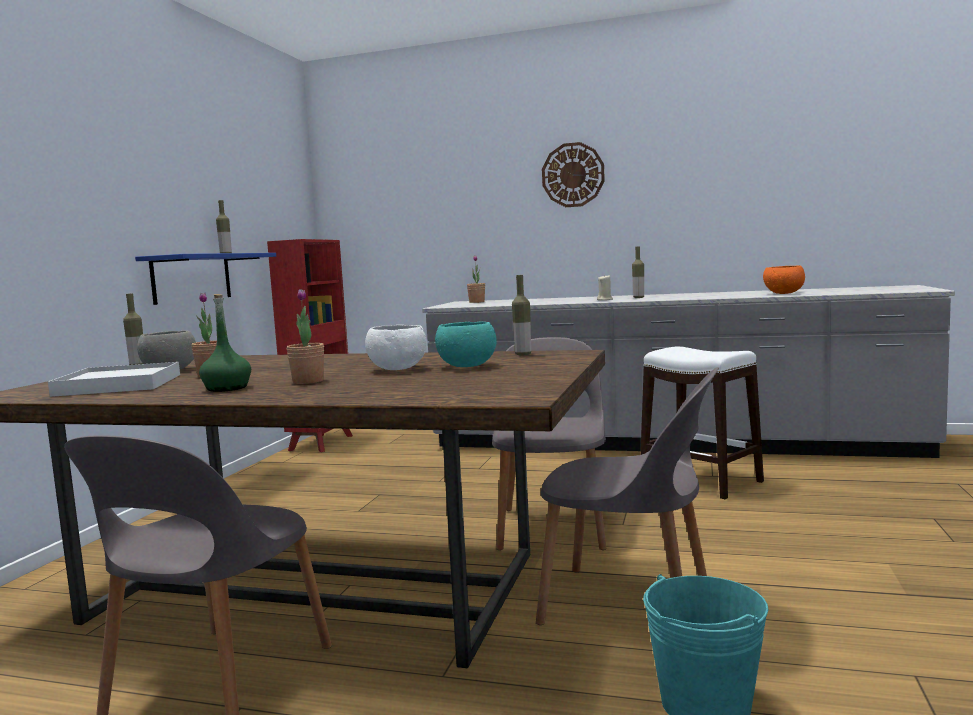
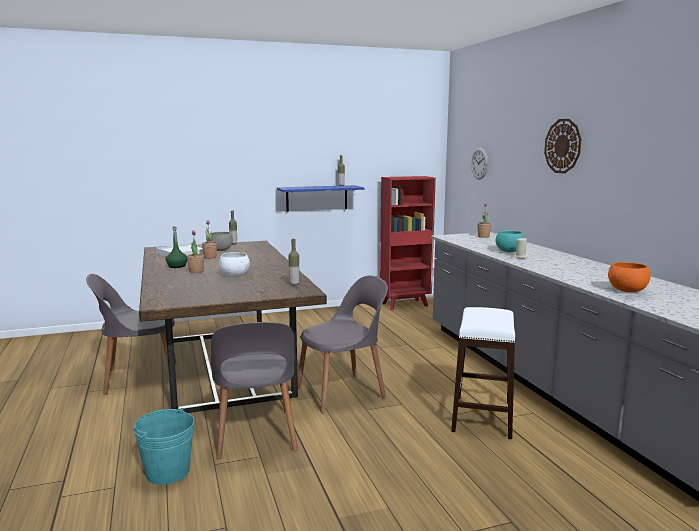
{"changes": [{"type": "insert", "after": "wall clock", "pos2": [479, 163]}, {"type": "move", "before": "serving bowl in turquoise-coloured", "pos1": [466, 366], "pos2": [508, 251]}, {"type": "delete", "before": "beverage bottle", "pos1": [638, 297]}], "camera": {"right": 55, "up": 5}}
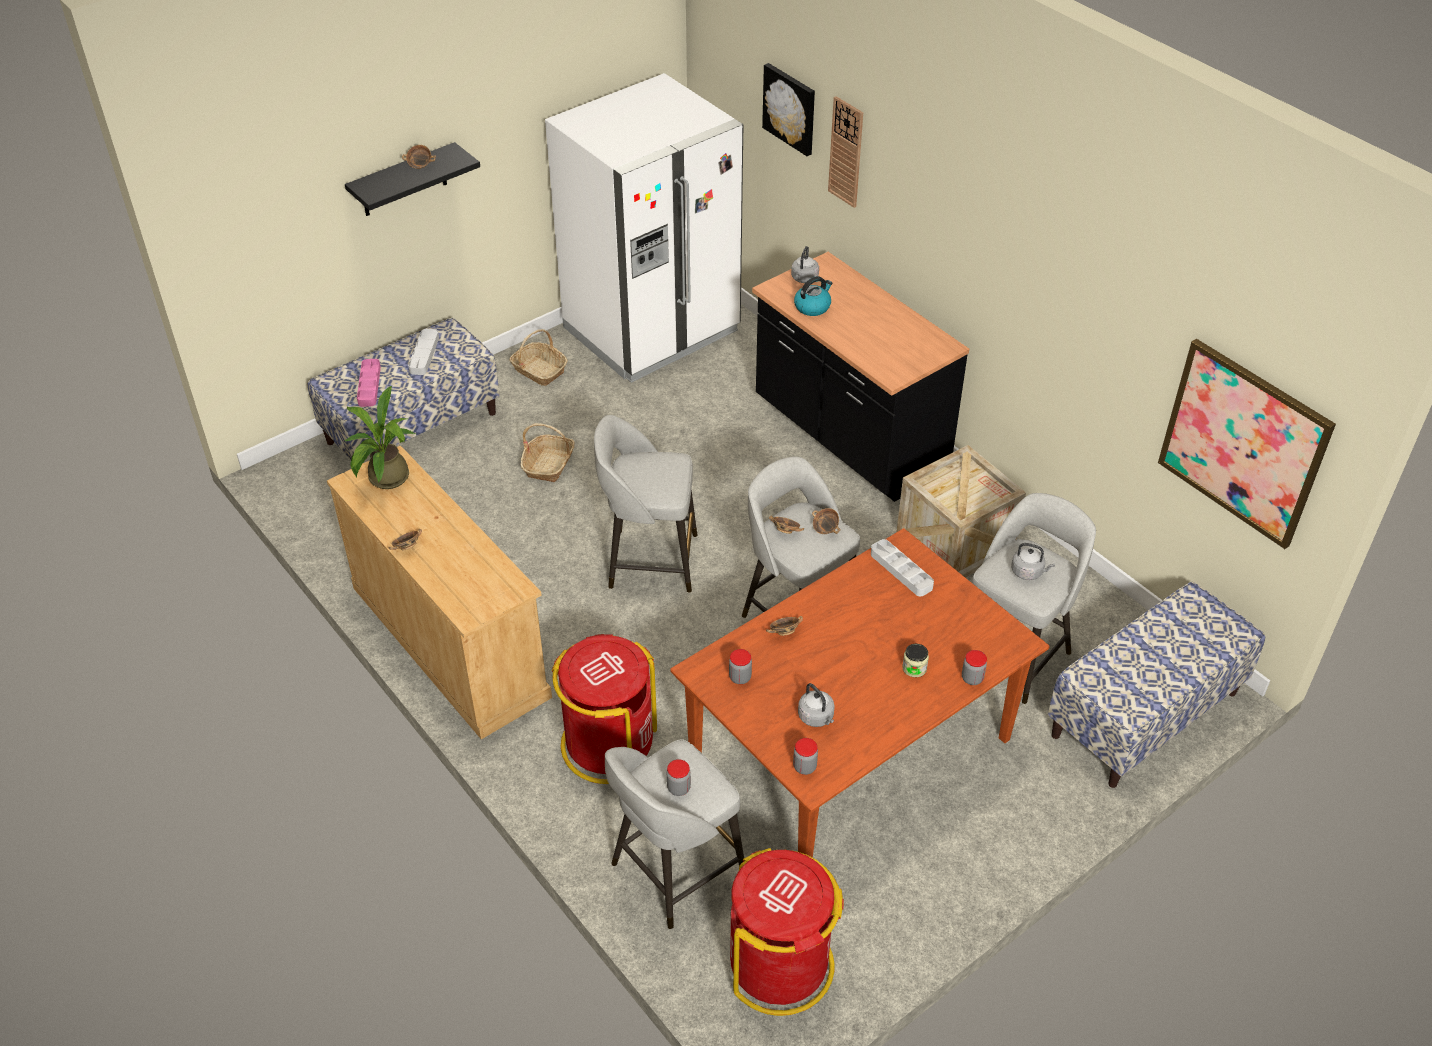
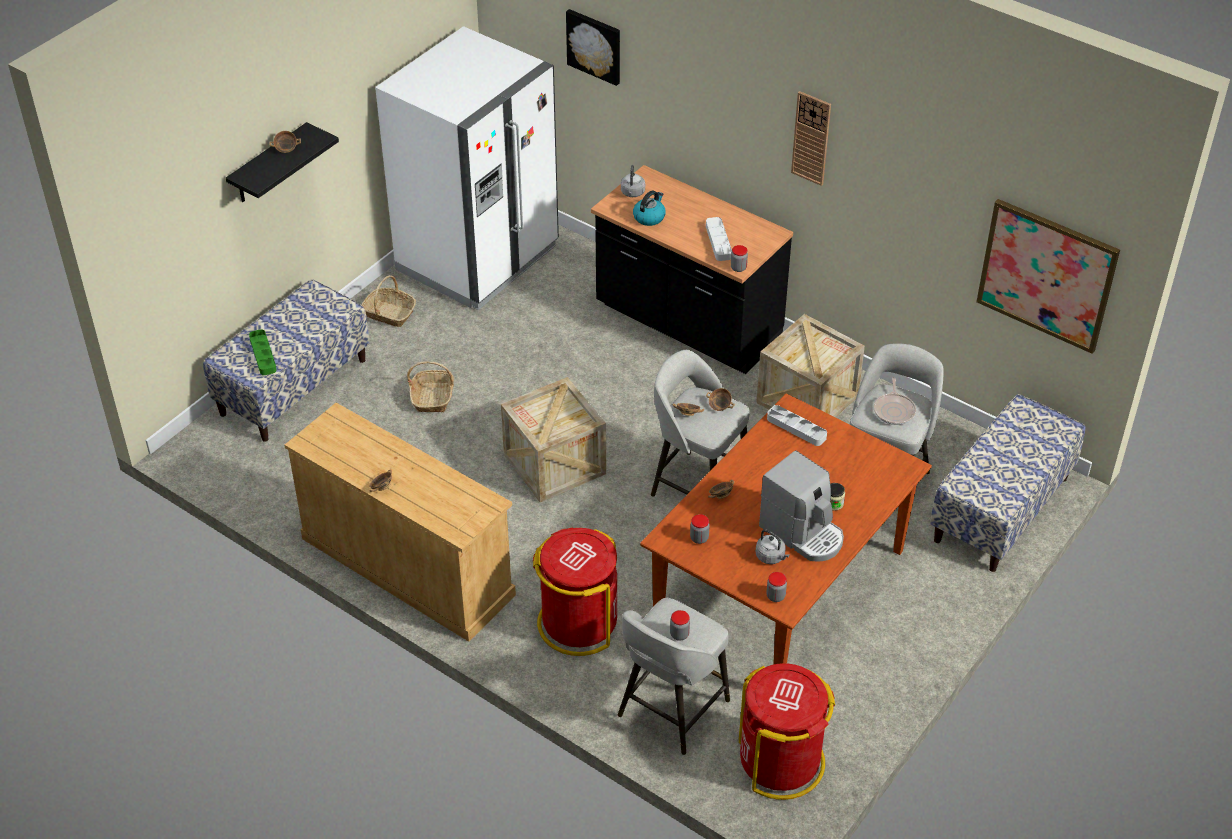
{"changes": [{"type": "recolor", "before": "serving tray in pink-coloured", "after": "serving tray in greenish", "pos1": [369, 385], "pos2": [263, 355]}, {"type": "replace", "before": "stool seat in grey", "after": "packing crate", "pos1": [649, 560], "pos2": [554, 464]}, {"type": "move", "before": "serving tray in grey", "pos1": [424, 354], "pos2": [718, 241]}, {"type": "move", "before": "preserve jar", "pos1": [972, 678], "pos2": [738, 268]}, {"type": "insert", "after": "coffee brewer", "pos2": [803, 533]}, {"type": "move", "before": "wall clock", "pos1": [846, 152], "pos2": [811, 138]}, {"type": "replace", "before": "tea kettle in grey", "after": "skillet", "pos1": [1028, 572], "pos2": [894, 410]}, {"type": "delete", "before": "potted plant", "pos1": [385, 480]}], "camera": {"right": -15, "up": 0}}
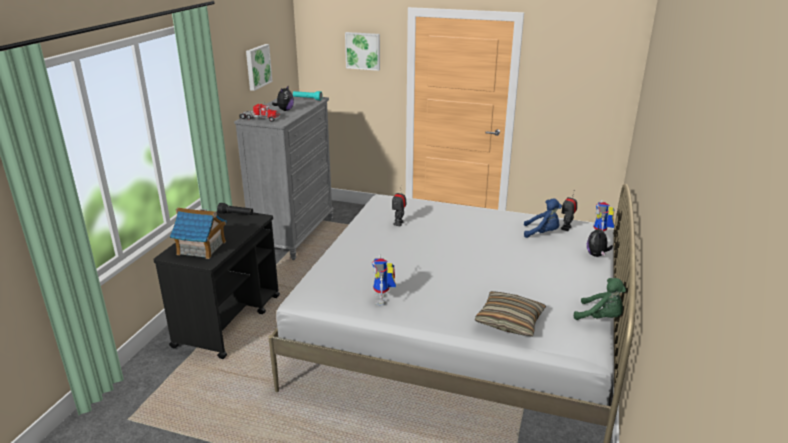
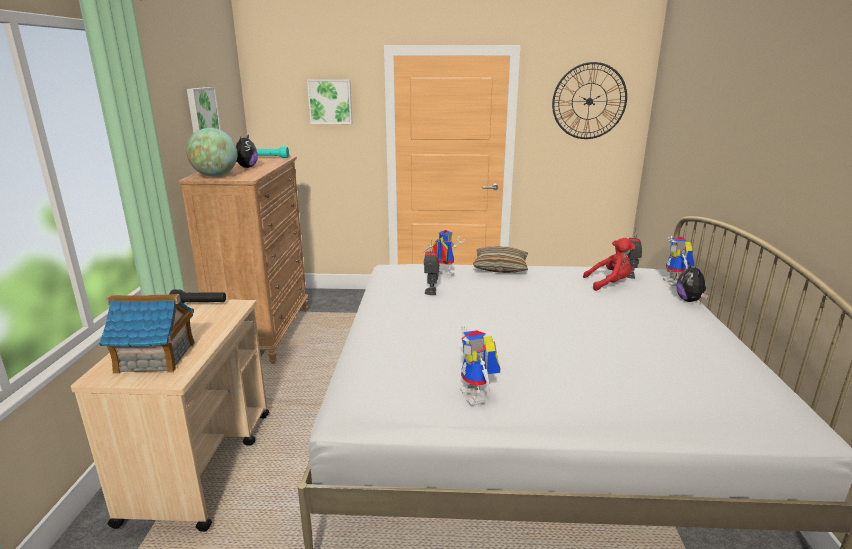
{"changes": [{"type": "recolor", "before": "trolley in black-coloured", "after": "trolley in beige", "pos1": [229, 320], "pos2": [201, 463]}, {"type": "recolor", "before": "chest of drawers in grey", "after": "chest of drawers in brownish", "pos1": [294, 235], "pos2": [264, 333]}, {"type": "replace", "before": "toy lorry", "after": "world globe", "pos1": [259, 119], "pos2": [215, 176]}, {"type": "insert", "after": "robot figure", "pos2": [441, 274]}, {"type": "move", "before": "cushion", "pos1": [509, 321], "pos2": [500, 268]}, {"type": "insert", "after": "wall clock", "pos2": [589, 101]}, {"type": "recolor", "before": "cuddly toy in blue", "after": "cuddly toy in red", "pos1": [542, 233], "pos2": [609, 284]}, {"type": "delete", "before": "cuddly toy in greenish", "pos1": [600, 318]}], "camera": {"right": -15, "up": -5}}
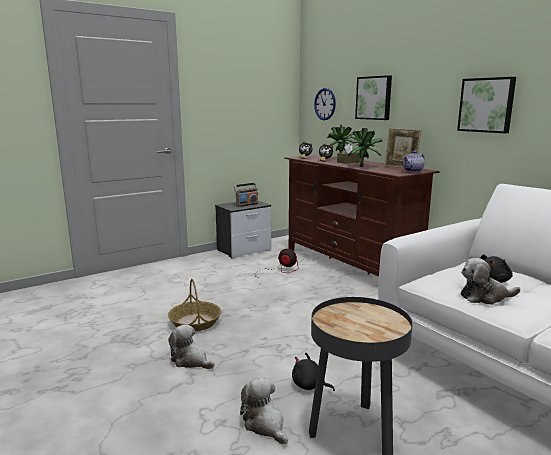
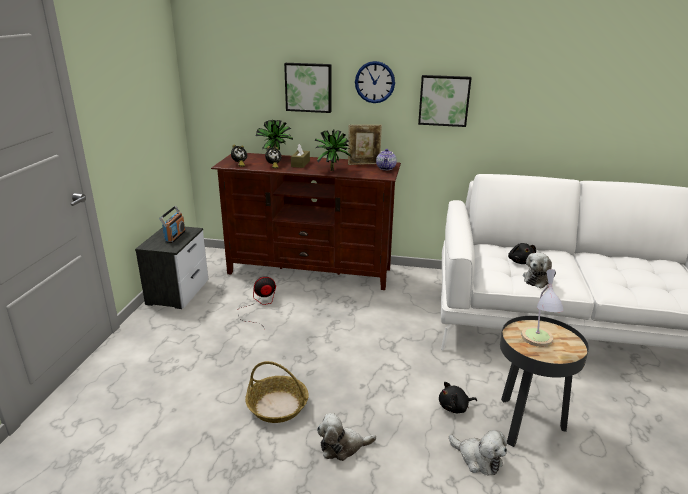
{"changes": [{"type": "move", "before": "wall clock", "pos1": [325, 104], "pos2": [375, 82]}, {"type": "rotate", "before": "cuddly toy", "pos1": [265, 424], "pos2": [478, 459], "turn": -150}, {"type": "insert", "after": "lamp for a table", "pos2": [538, 342]}], "camera": {"right": -45, "up": 10}}
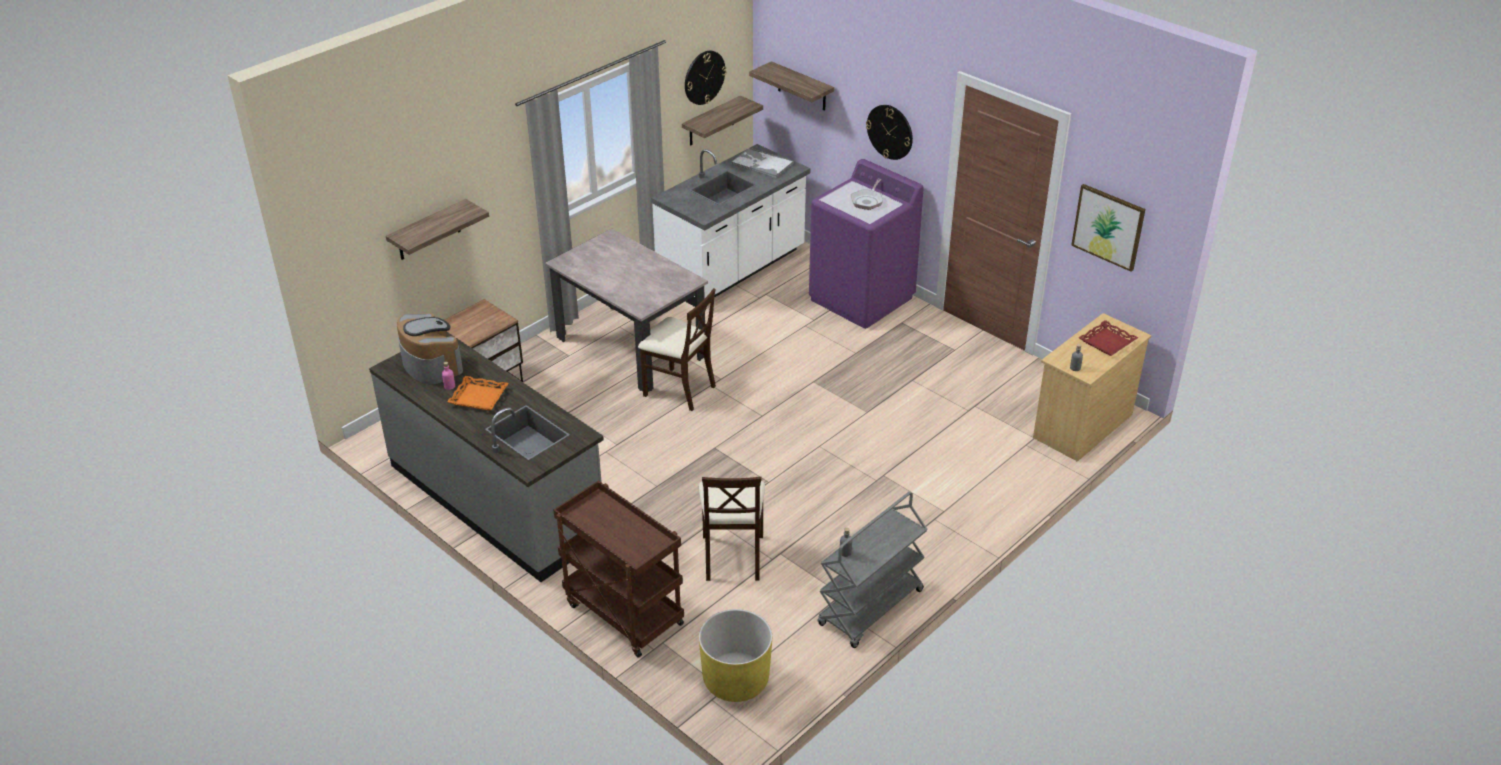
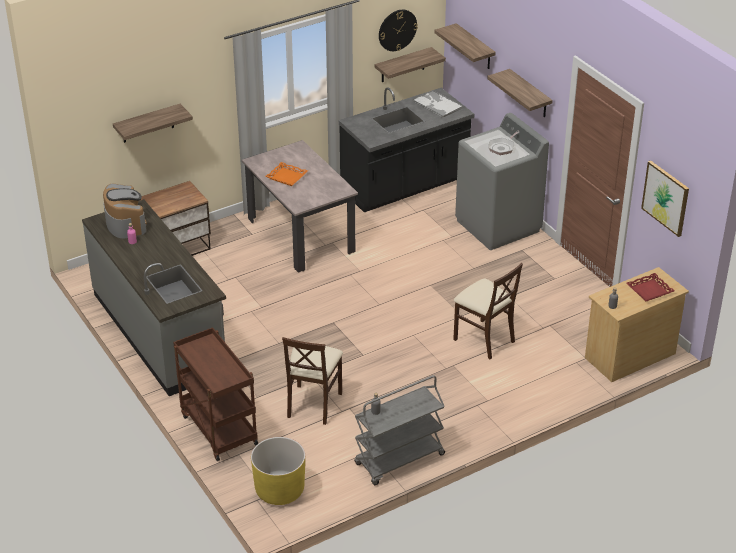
{"changes": [{"type": "move", "before": "serving tray in orange", "pos1": [478, 397], "pos2": [286, 177]}, {"type": "recolor", "before": "counter in white", "after": "counter in black-coloured", "pos1": [733, 270], "pos2": [405, 186]}, {"type": "move", "before": "plain chair in beige", "pos1": [679, 389], "pos2": [484, 339]}, {"type": "recolor", "before": "laundry appliance in purple", "after": "laundry appliance in grey", "pos1": [862, 299], "pos2": [498, 226]}, {"type": "replace", "before": "wall clock", "after": "wall shelf", "pos1": [890, 131], "pos2": [530, 94]}], "camera": {"right": 15, "up": 0}}
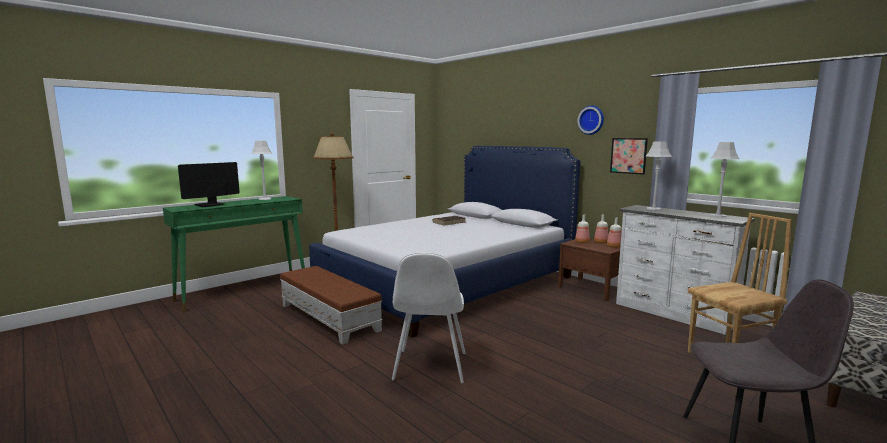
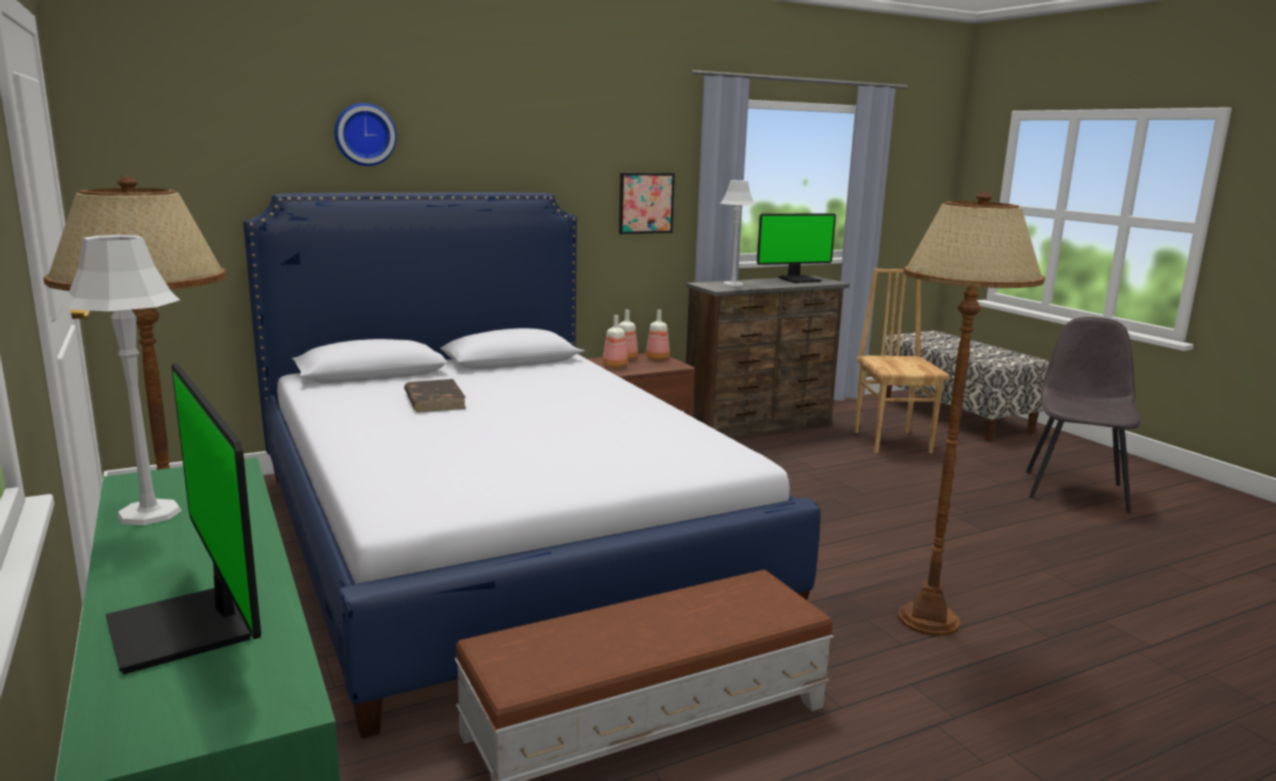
{"changes": [{"type": "move", "before": "wall clock", "pos1": [591, 120], "pos2": [364, 134]}, {"type": "recolor", "before": "chest of drawers in white", "after": "chest of drawers in brownish", "pos1": [673, 314], "pos2": [760, 427]}, {"type": "replace", "before": "lamp for a table in grey", "after": "monitor", "pos1": [718, 216], "pos2": [799, 279]}, {"type": "replace", "before": "plain chair in white", "after": "standard lamp in brownish", "pos1": [430, 367], "pos2": [928, 620]}], "camera": {"right": -75, "up": 5}}
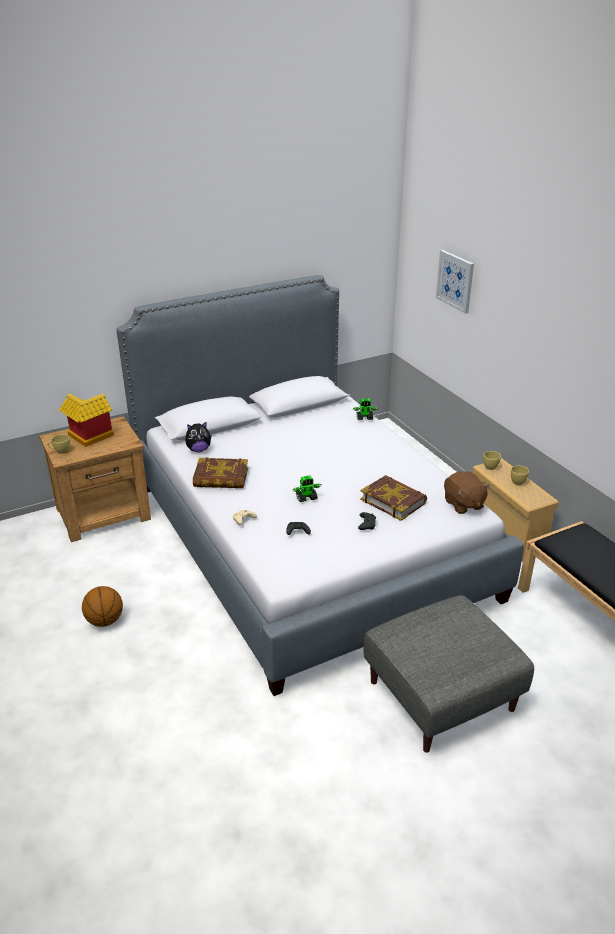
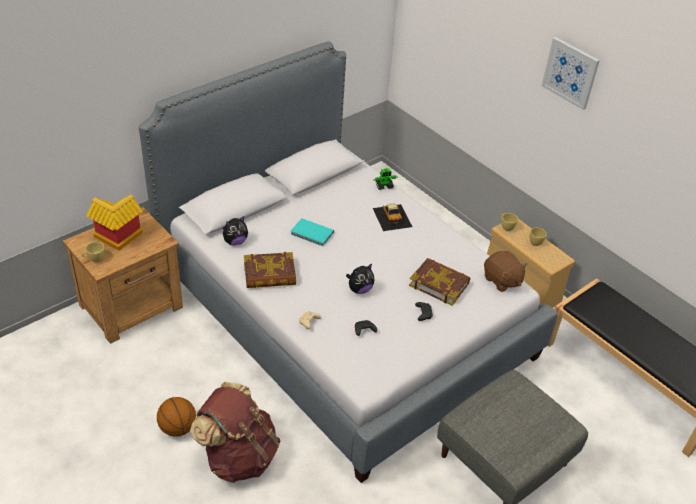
{"changes": [{"type": "insert", "after": "rucksack in brownish", "pos2": [239, 456]}, {"type": "insert", "after": "bound book in turquoise-coloured", "pos2": [312, 234]}, {"type": "replace", "before": "robot figure", "after": "cuddly toy", "pos1": [307, 498], "pos2": [359, 289]}, {"type": "insert", "after": "miniature car", "pos2": [392, 217]}, {"type": "move", "before": "wall picture", "pos1": [455, 281], "pos2": [570, 73]}], "camera": {"right": -15, "up": 10}}
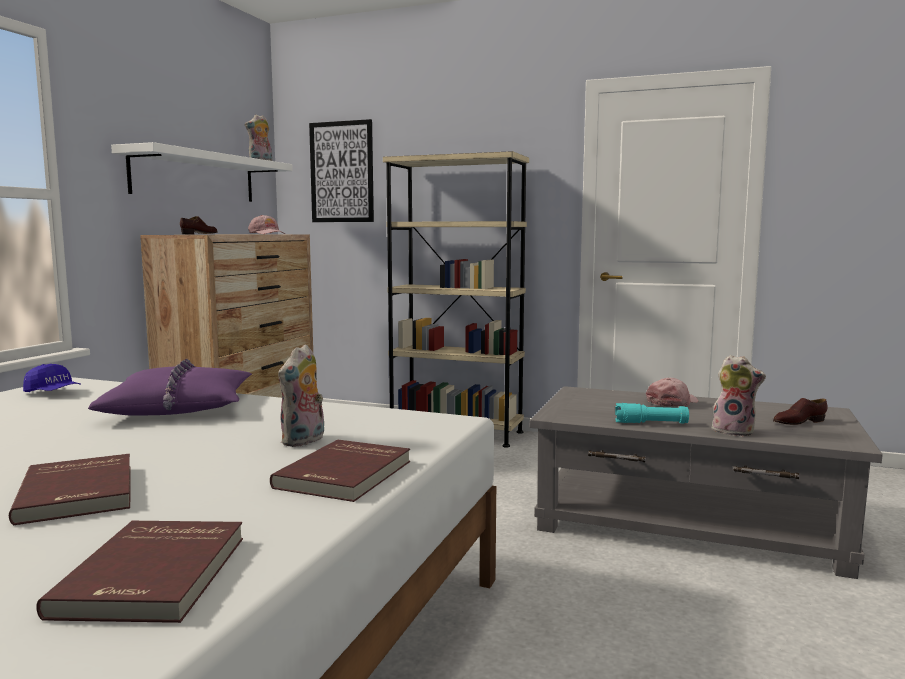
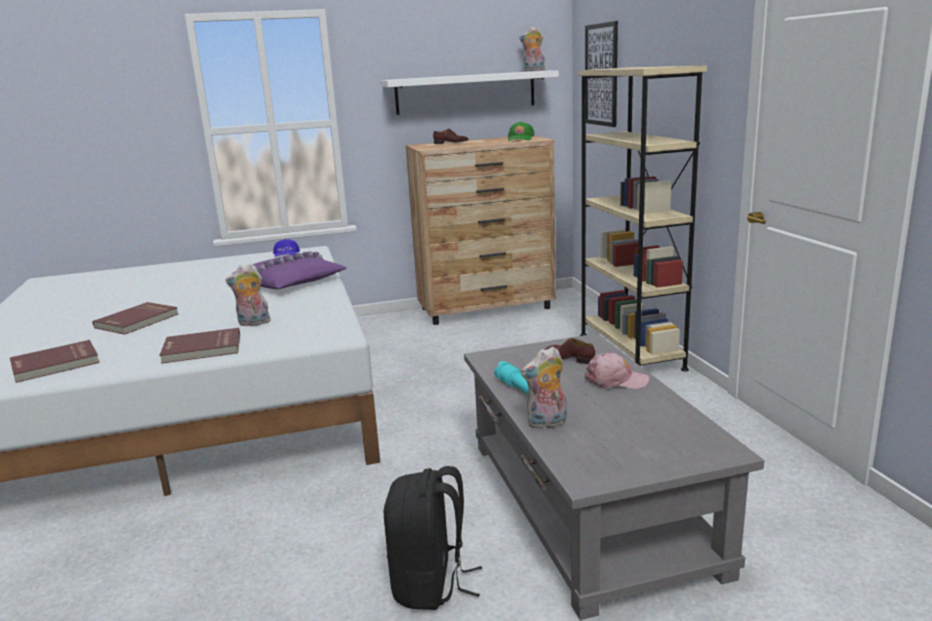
{"changes": [{"type": "insert", "after": "rucksack in black-coloured", "pos2": [431, 585]}, {"type": "recolor", "before": "peaked cap in pink-coloured", "after": "peaked cap in greenish", "pos1": [267, 234], "pos2": [520, 139]}, {"type": "rotate", "before": "cuddly toy", "pos1": [734, 431], "pos2": [547, 424], "turn": 75}, {"type": "move", "before": "item of footwear in brownish", "pos1": [798, 422], "pos2": [569, 358]}], "camera": {"right": 55, "up": 10}}
